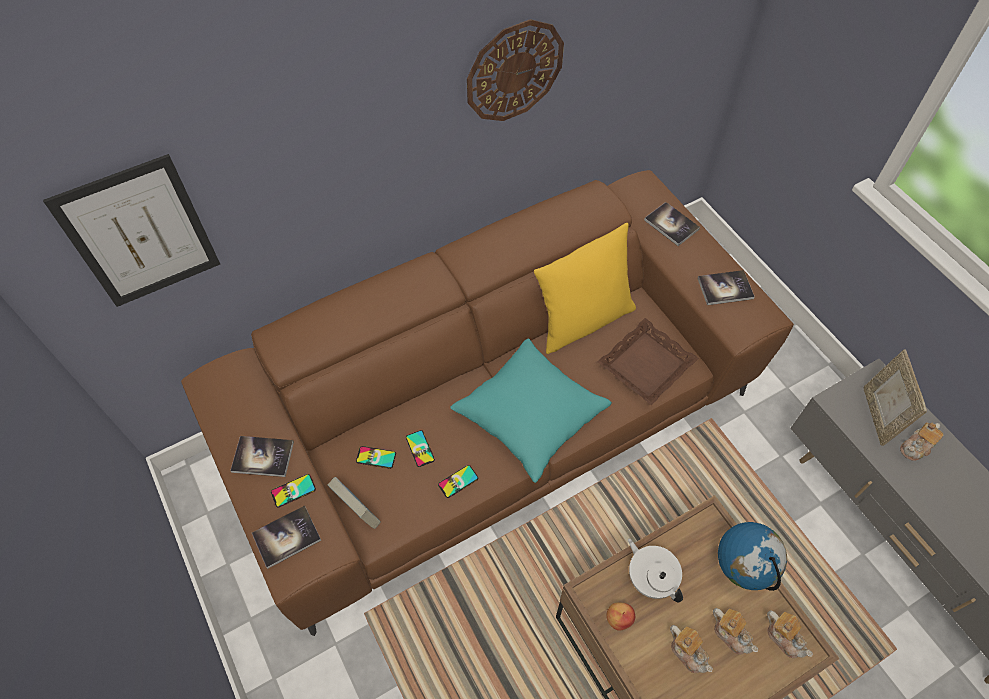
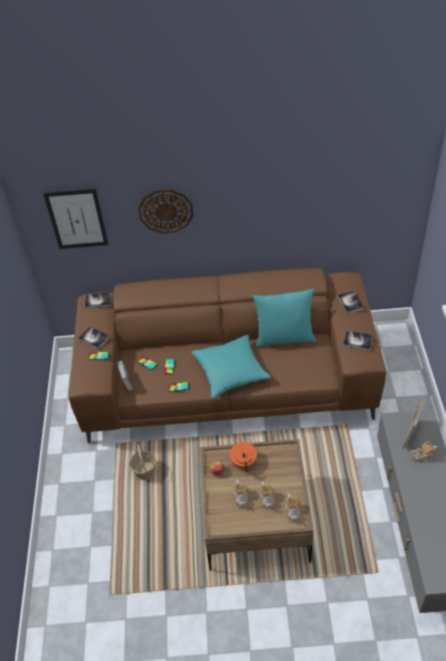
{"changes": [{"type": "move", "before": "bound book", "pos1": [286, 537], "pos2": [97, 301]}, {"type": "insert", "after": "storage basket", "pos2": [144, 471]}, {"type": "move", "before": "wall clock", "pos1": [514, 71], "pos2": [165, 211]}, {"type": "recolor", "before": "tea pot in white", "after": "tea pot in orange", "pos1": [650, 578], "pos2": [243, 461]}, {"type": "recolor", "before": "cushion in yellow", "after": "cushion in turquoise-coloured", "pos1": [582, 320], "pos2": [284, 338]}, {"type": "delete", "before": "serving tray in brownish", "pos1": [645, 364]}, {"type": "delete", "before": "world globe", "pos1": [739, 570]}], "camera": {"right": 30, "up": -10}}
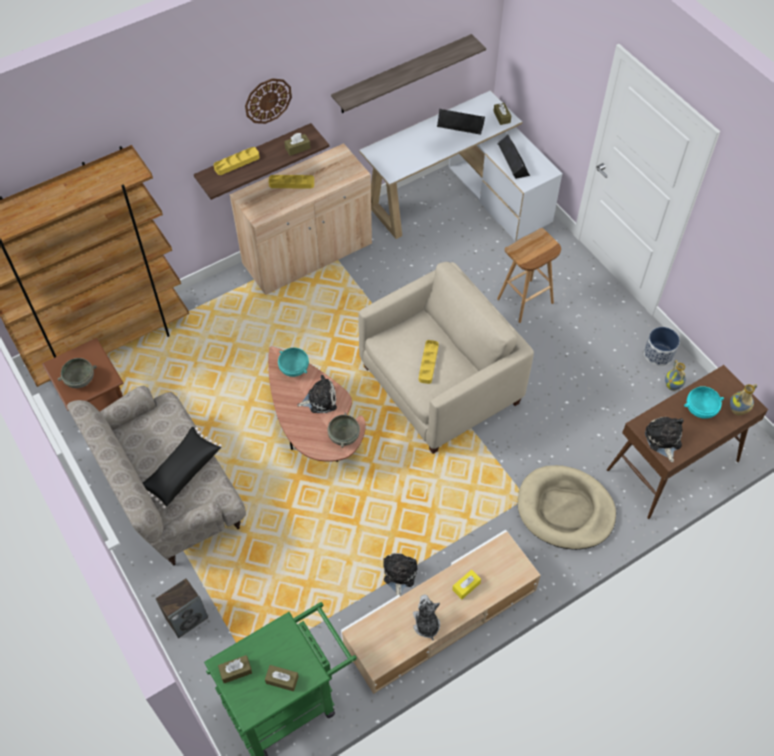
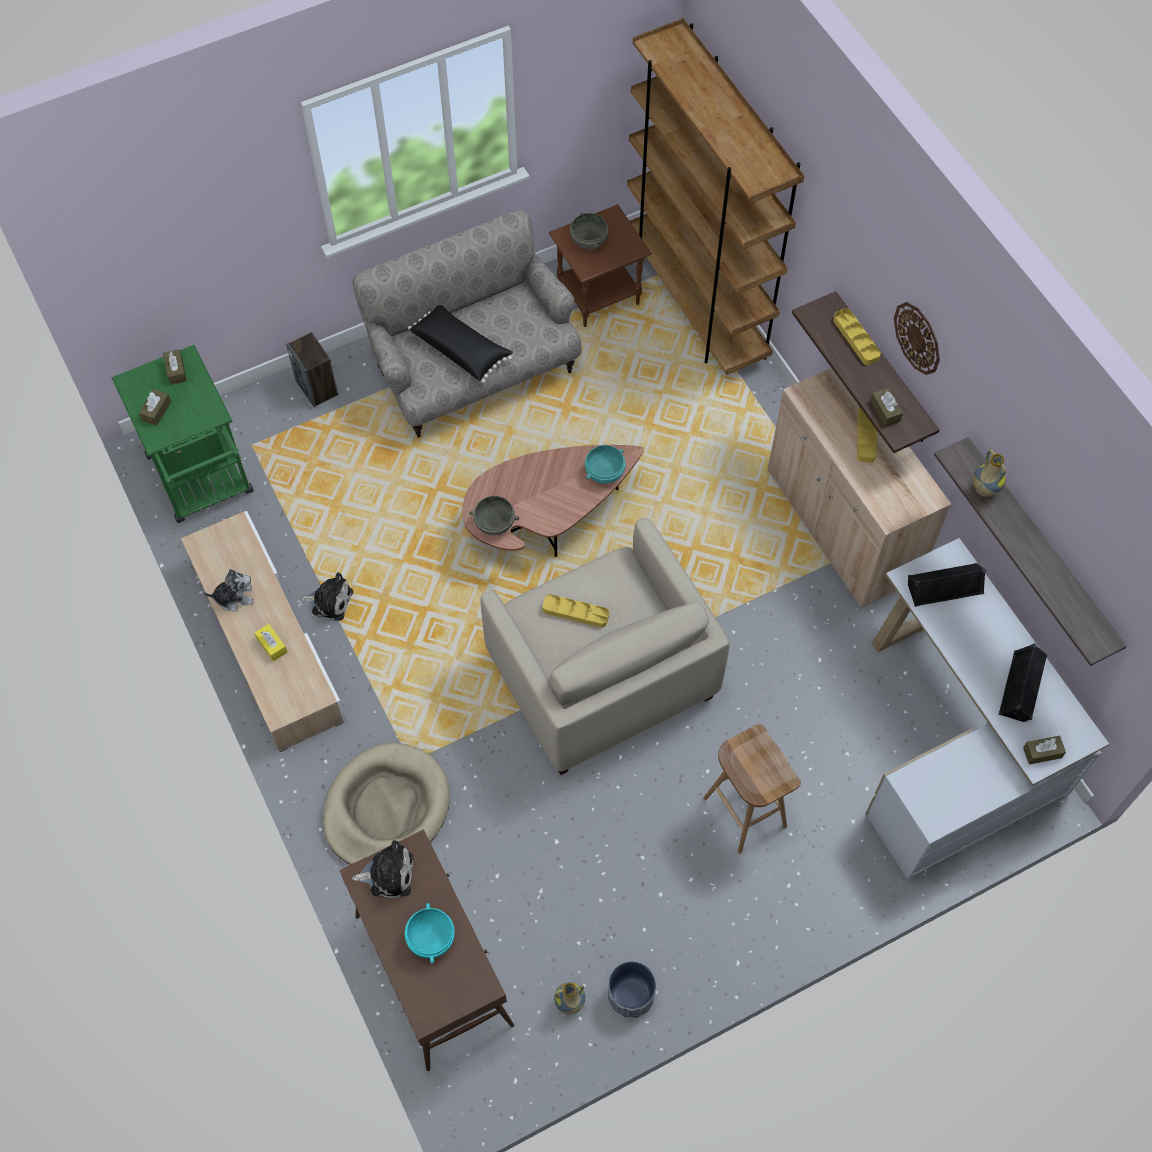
{"changes": [{"type": "move", "before": "audio speaker in black-coloured", "pos1": [512, 162], "pos2": [944, 586]}, {"type": "move", "before": "decorative vase", "pos1": [737, 410], "pos2": [983, 490]}, {"type": "delete", "before": "cuddly toy", "pos1": [320, 400]}], "camera": {"right": 95, "up": 5}}
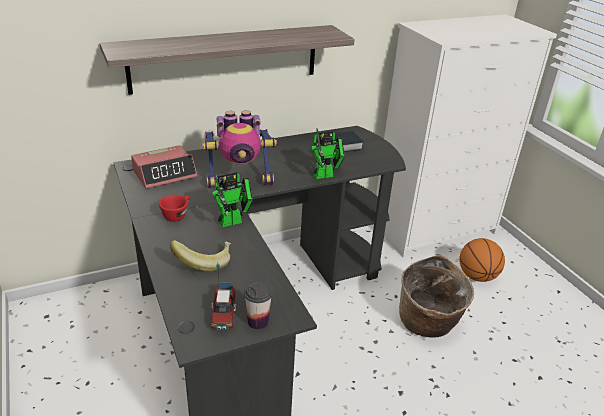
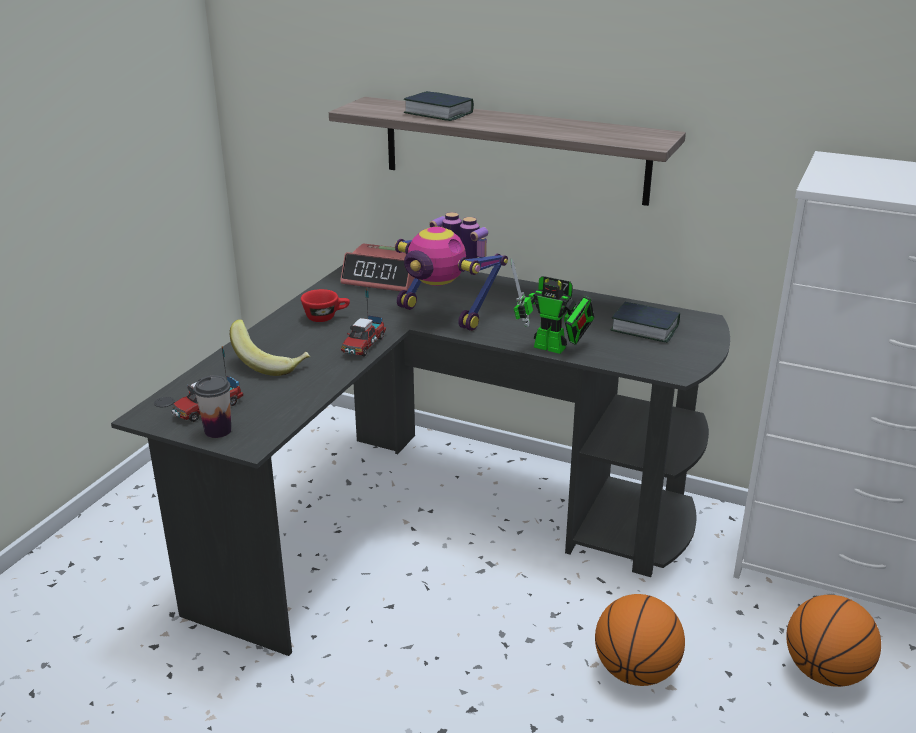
{"changes": [{"type": "replace", "before": "robot figure", "after": "toy lorry", "pos1": [234, 221], "pos2": [363, 345]}, {"type": "insert", "after": "bound book", "pos2": [438, 113]}, {"type": "replace", "before": "storage basket", "after": "basketball ball", "pos1": [428, 324], "pos2": [635, 671]}], "camera": {"right": 50, "up": -5}}
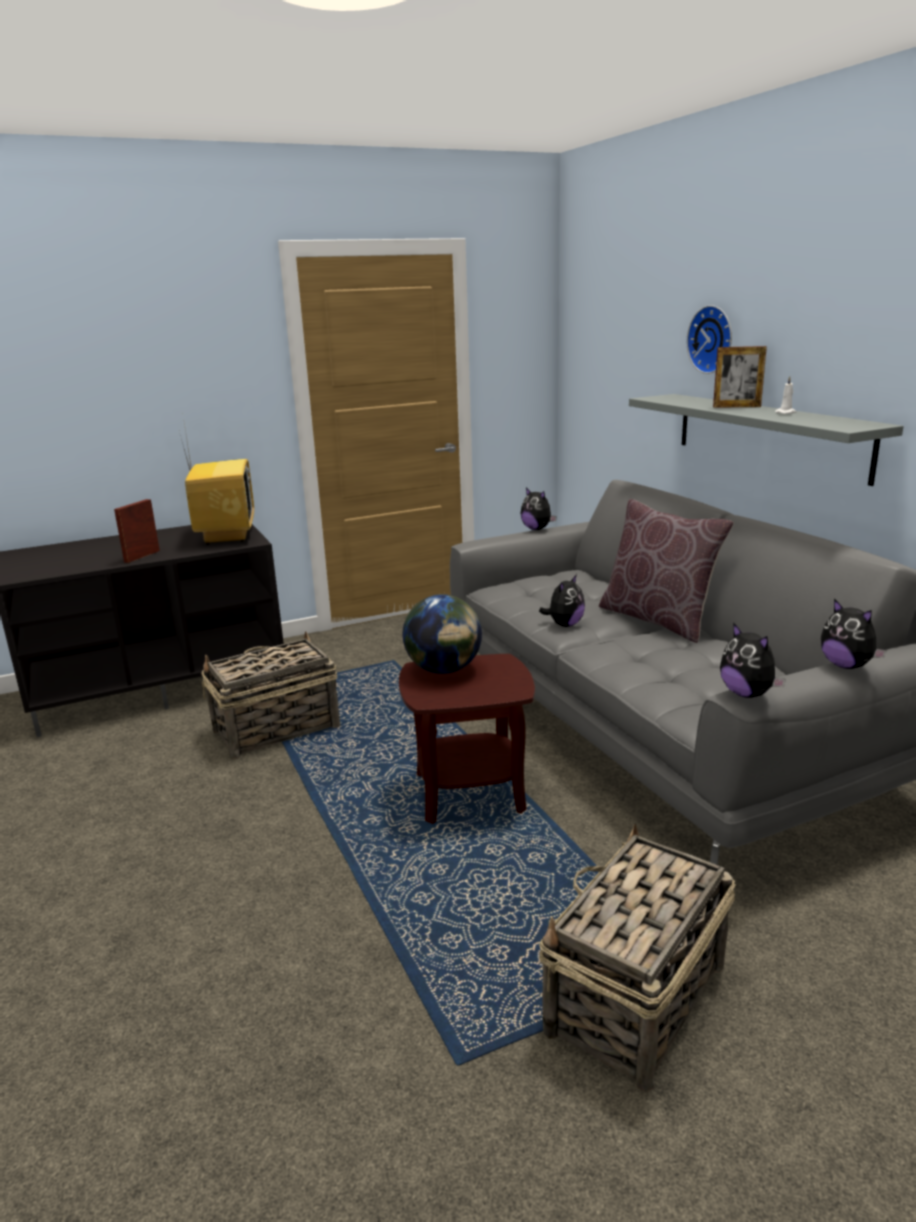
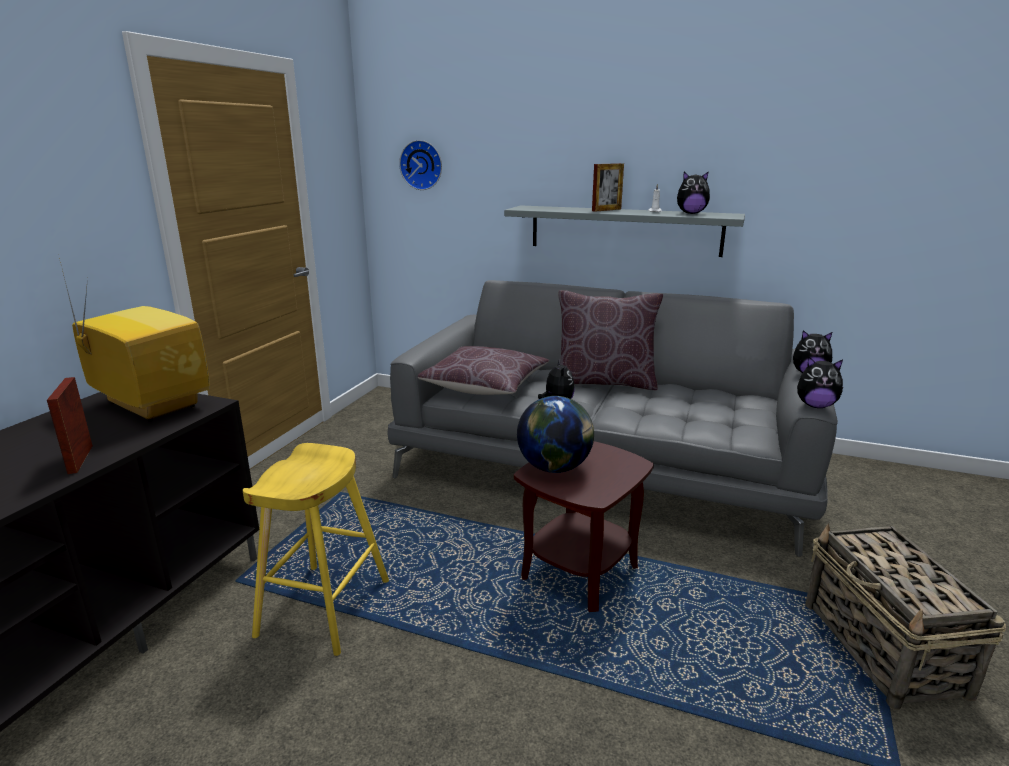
{"changes": [{"type": "replace", "before": "storage basket", "after": "stool seat in yellow", "pos1": [275, 729], "pos2": [324, 607]}, {"type": "move", "before": "wall clock", "pos1": [713, 339], "pos2": [422, 165]}, {"type": "insert", "after": "cushion in brownish", "pos2": [484, 385]}, {"type": "move", "before": "cuddly toy", "pos1": [537, 529], "pos2": [691, 213]}], "camera": {"right": -45, "up": 0}}
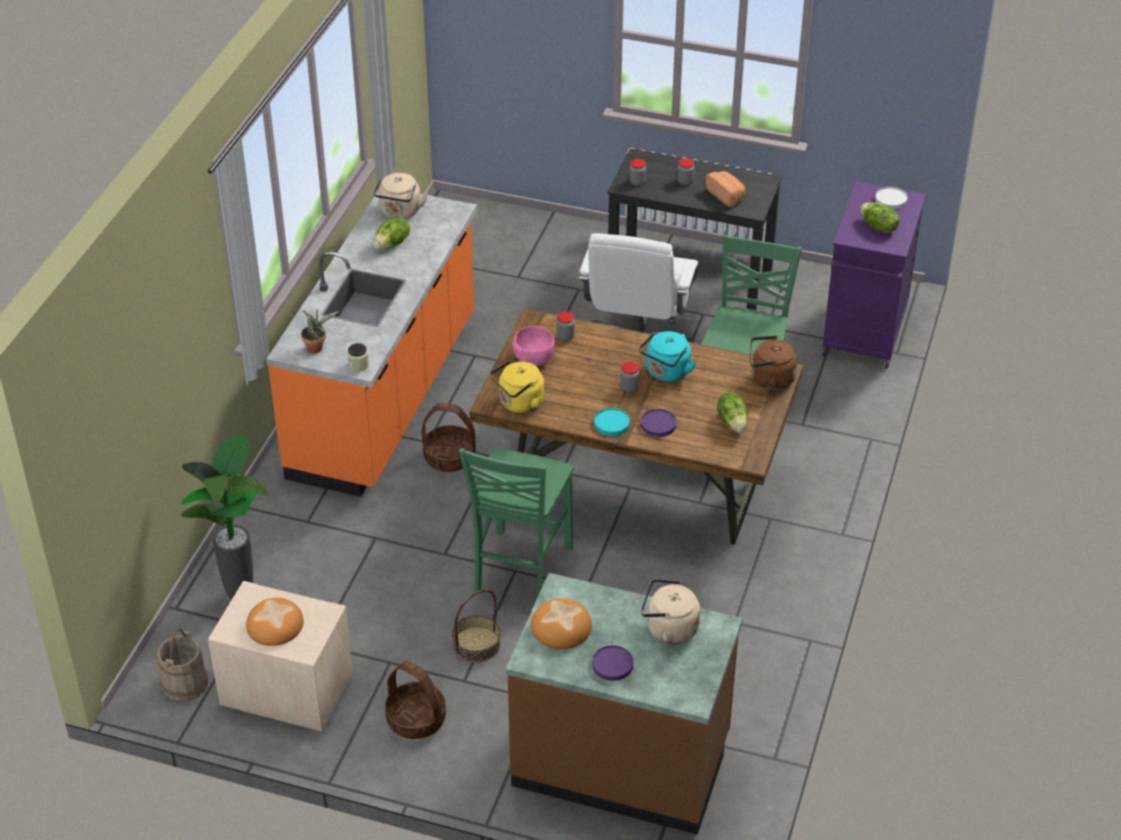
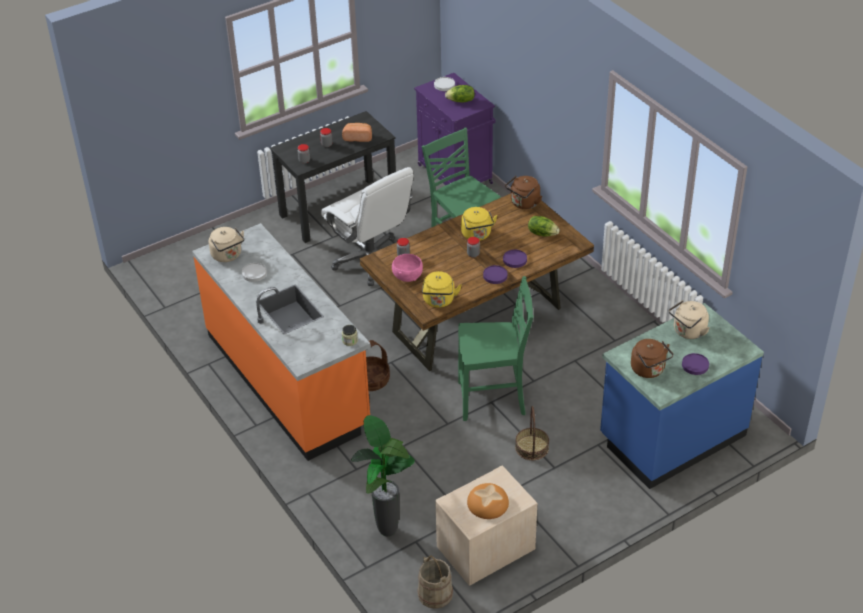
{"changes": [{"type": "replace", "before": "lettuce", "after": "flat dish in white", "pos1": [392, 244], "pos2": [254, 273]}, {"type": "rotate", "before": "plain chair in greenish", "pos1": [520, 570], "pos2": [493, 400], "turn": -60}, {"type": "recolor", "before": "tea kettle in turquoise-coloured", "after": "tea kettle in yellow", "pos1": [666, 373], "pos2": [477, 235]}, {"type": "recolor", "before": "flat dish in turquoise-coloured", "after": "flat dish in purple", "pos1": [612, 424], "pos2": [495, 276]}, {"type": "recolor", "before": "counter in brownish", "after": "counter in blue", "pos1": [621, 761], "pos2": [671, 436]}, {"type": "replace", "before": "bread", "after": "tea kettle in brownish", "pos1": [560, 627], "pos2": [649, 370]}, {"type": "delete", "before": "potted plant", "pos1": [317, 347]}, {"type": "delete", "before": "storage basket", "pos1": [415, 719]}], "camera": {"right": -50, "up": 0}}
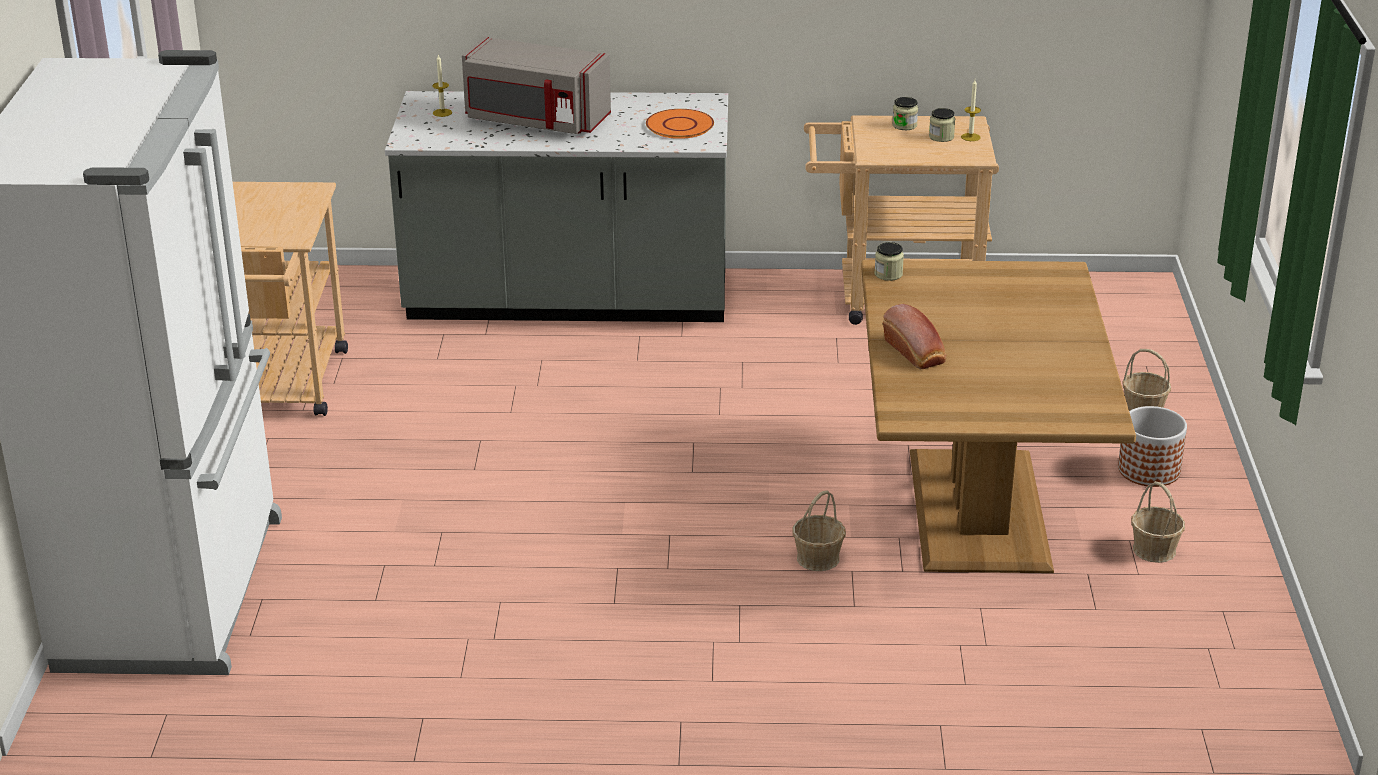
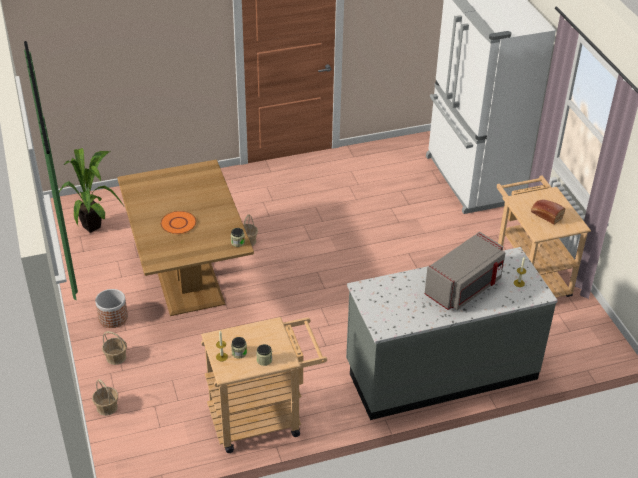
{"changes": [{"type": "insert", "after": "potted plant", "pos2": [95, 225]}, {"type": "move", "before": "storage basket", "pos1": [1154, 549], "pos2": [107, 407]}, {"type": "move", "before": "flat dish in orange", "pos1": [679, 125], "pos2": [178, 223]}, {"type": "rotate", "before": "microwave in grey", "pos1": [535, 120], "pos2": [464, 287], "turn": 135}, {"type": "move", "before": "bread", "pos1": [915, 353], "pos2": [545, 215]}], "camera": {"right": 160, "up": 10}}
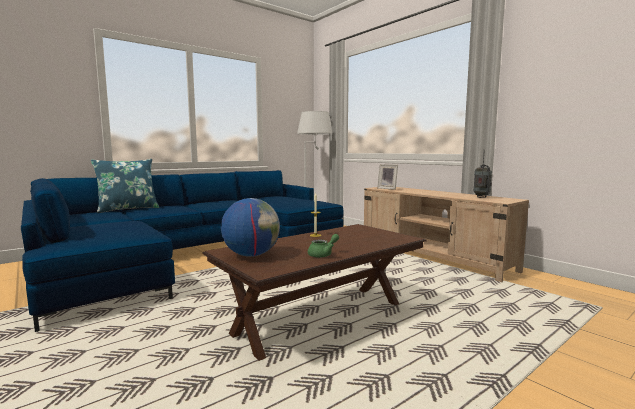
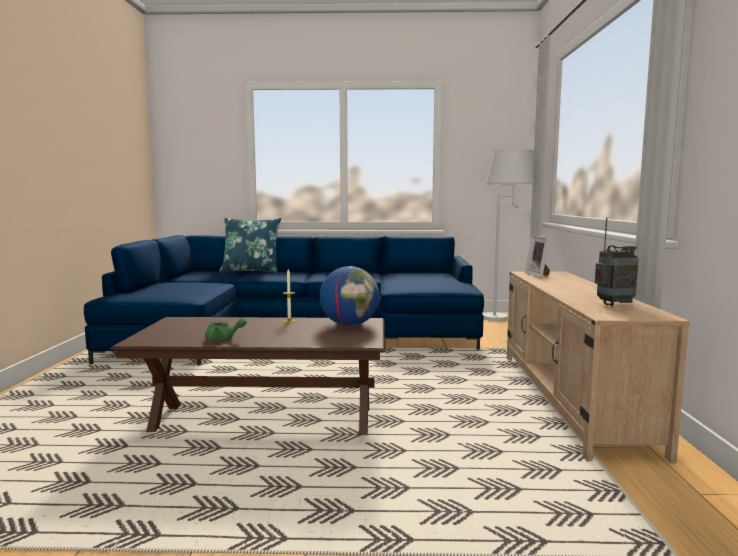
{"changes": [{"type": "move", "before": "world globe", "pos1": [251, 255], "pos2": [350, 325]}], "camera": {"right": 40, "up": 0}}
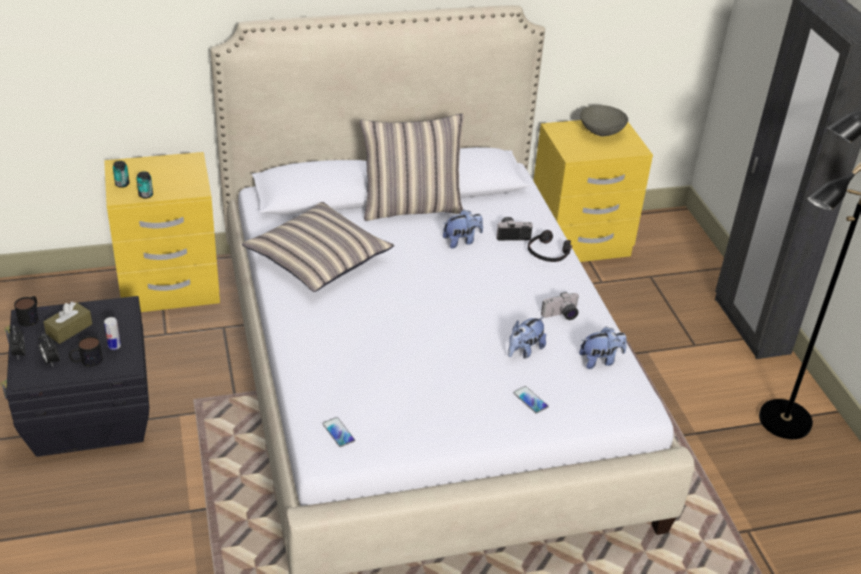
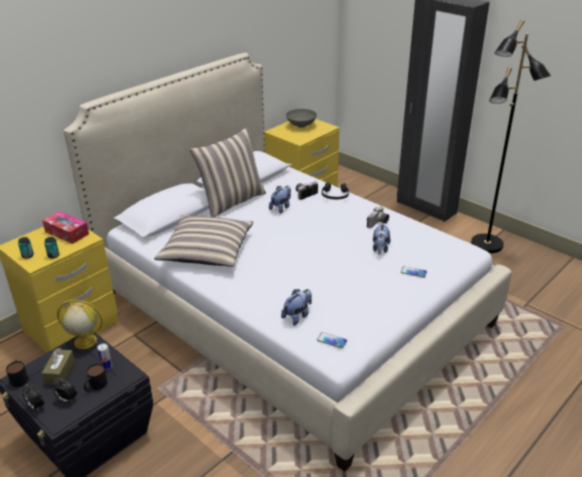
{"changes": [{"type": "insert", "after": "tissue box", "pos2": [67, 233]}, {"type": "insert", "after": "world globe", "pos2": [84, 341]}, {"type": "move", "before": "cuddly toy", "pos1": [600, 360], "pos2": [297, 316]}], "camera": {"right": -30, "up": -5}}
